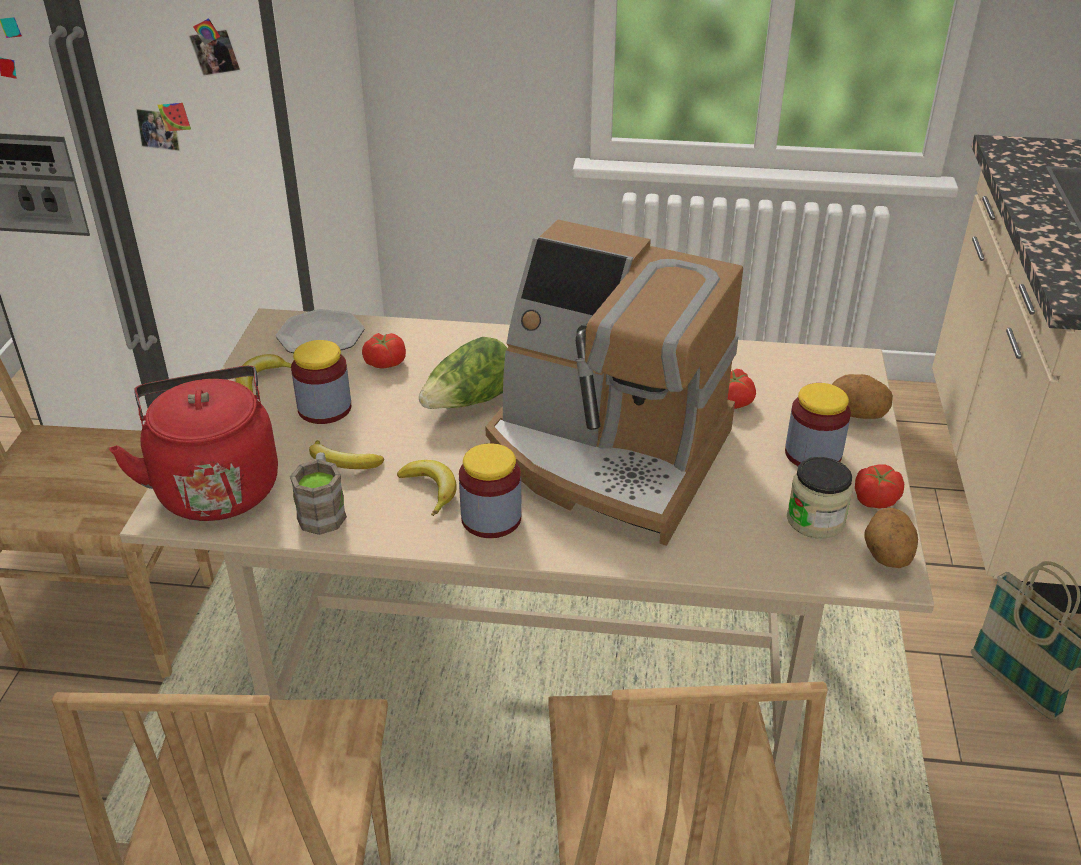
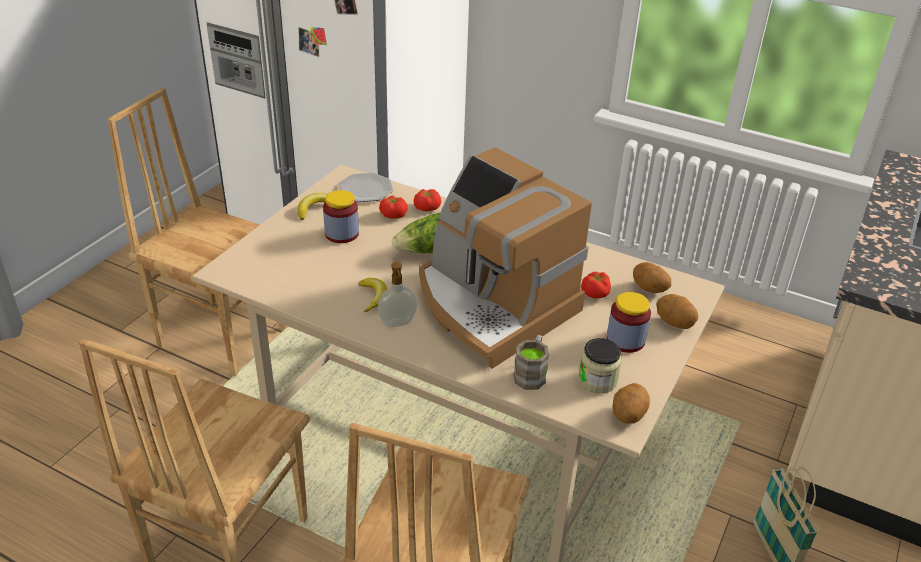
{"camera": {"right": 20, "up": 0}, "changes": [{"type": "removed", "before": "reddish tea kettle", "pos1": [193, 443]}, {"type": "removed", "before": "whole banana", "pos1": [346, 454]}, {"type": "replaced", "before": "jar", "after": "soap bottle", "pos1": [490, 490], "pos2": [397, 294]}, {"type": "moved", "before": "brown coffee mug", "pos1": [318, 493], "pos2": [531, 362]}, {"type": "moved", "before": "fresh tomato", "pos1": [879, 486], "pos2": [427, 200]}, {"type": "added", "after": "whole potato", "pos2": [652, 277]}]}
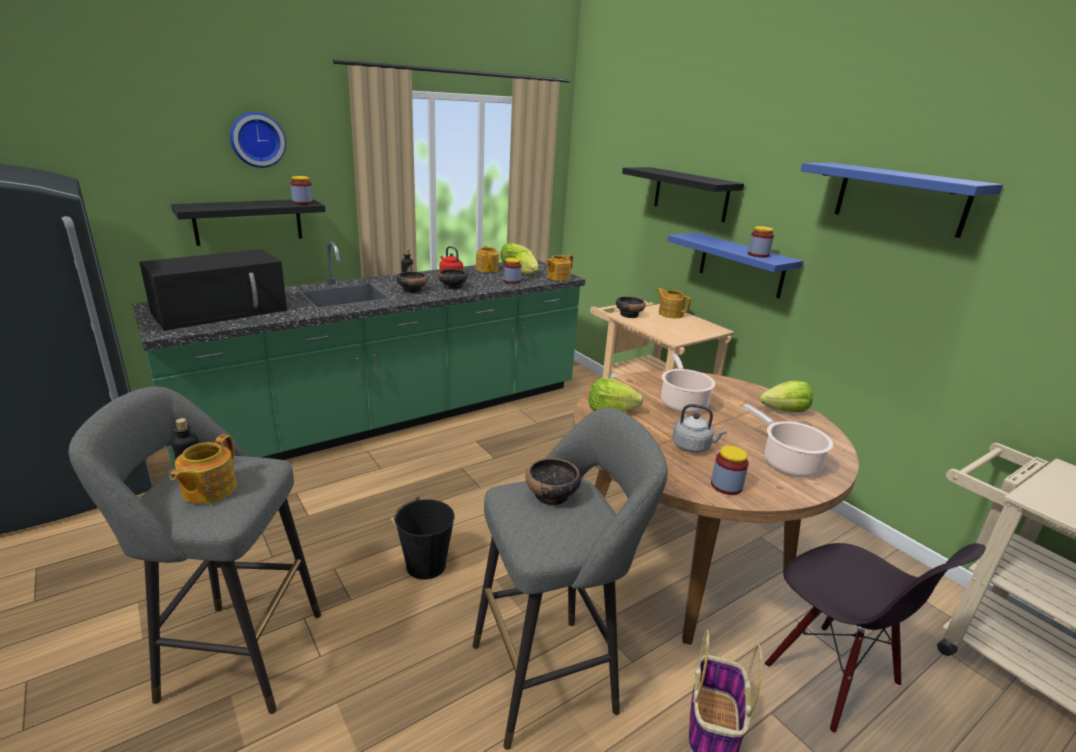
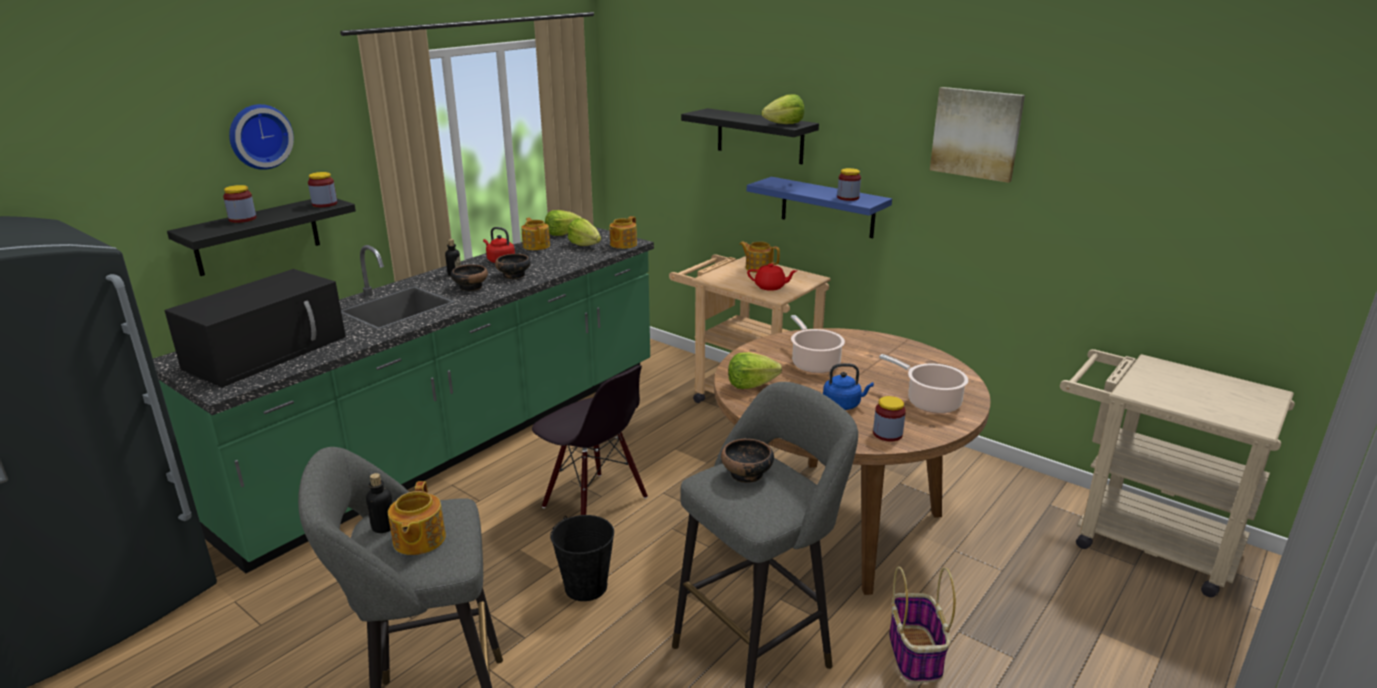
{"camera": {"right": -15, "up": 0}, "changes": [{"type": "replaced", "before": "bluish shelf", "after": "wall picture", "pos1": [902, 200], "pos2": [977, 135]}, {"type": "moved", "before": "jar", "pos1": [512, 271], "pos2": [239, 204]}, {"type": "removed", "before": "serving bowl", "pos1": [631, 307]}, {"type": "moved", "before": "lettuce", "pos1": [786, 396], "pos2": [783, 109]}, {"type": "recoloured", "before": "gray tea kettle", "after": "bluish tea kettle", "pos1": [699, 428], "pos2": [848, 386]}, {"type": "moved", "before": "black upright chair", "pos1": [875, 638], "pos2": [590, 440]}, {"type": "added", "after": "reddish teapot", "pos2": [772, 277]}]}
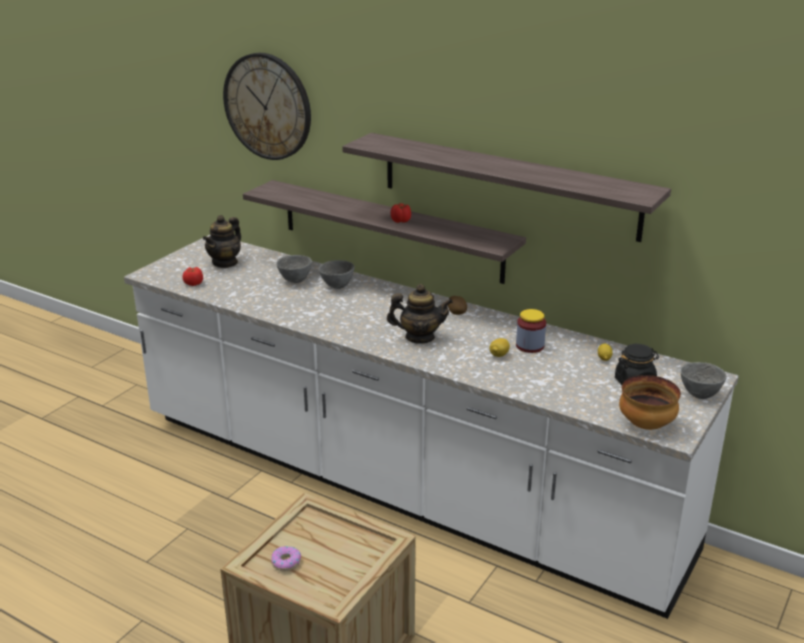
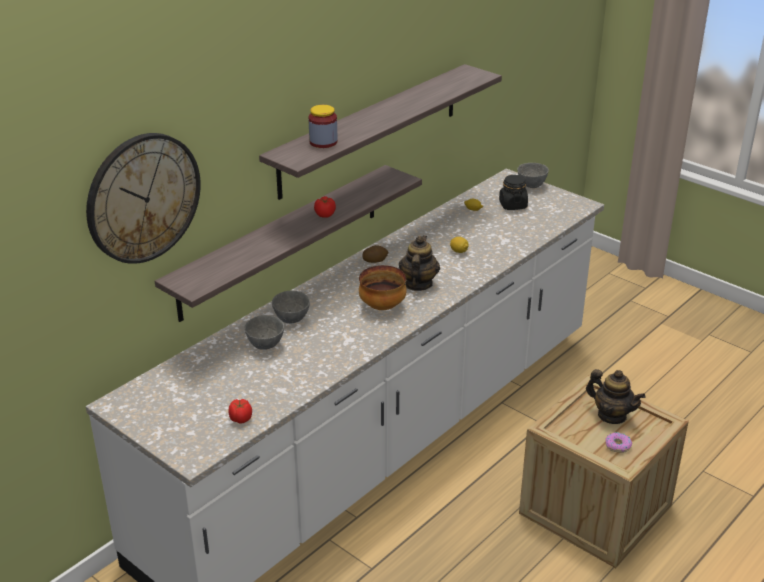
{"camera": {"right": -80, "up": 5}, "changes": [{"type": "moved", "before": "teapot", "pos1": [222, 241], "pos2": [616, 396]}, {"type": "moved", "before": "jar", "pos1": [531, 331], "pos2": [323, 126]}, {"type": "moved", "before": "serving bowl", "pos1": [650, 402], "pos2": [383, 287]}]}
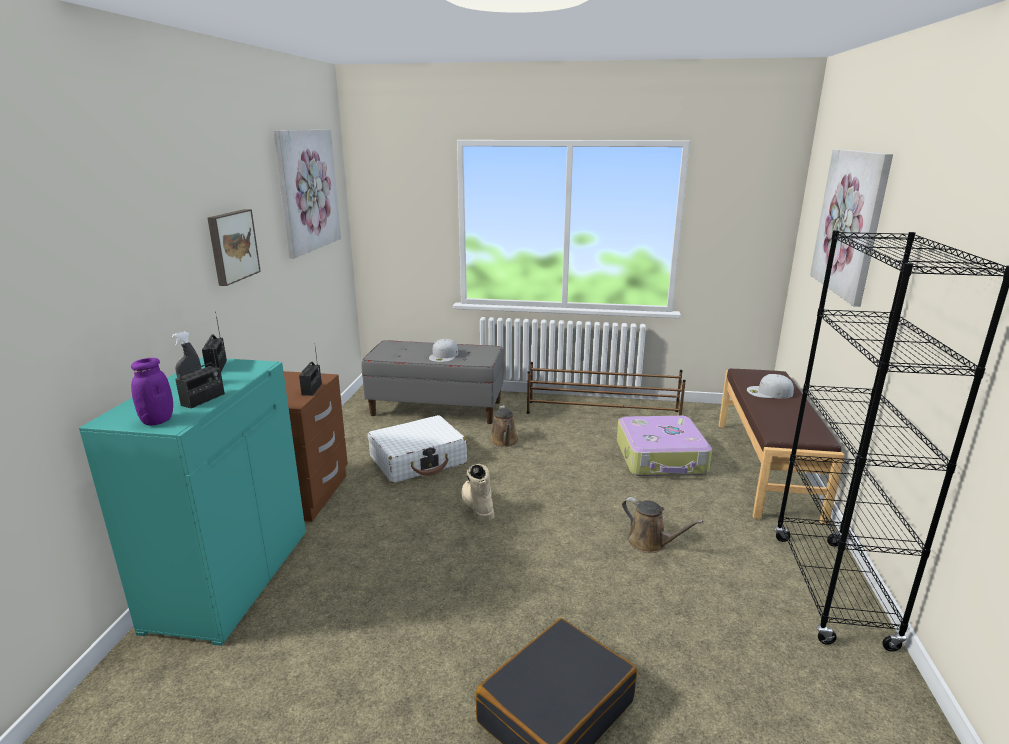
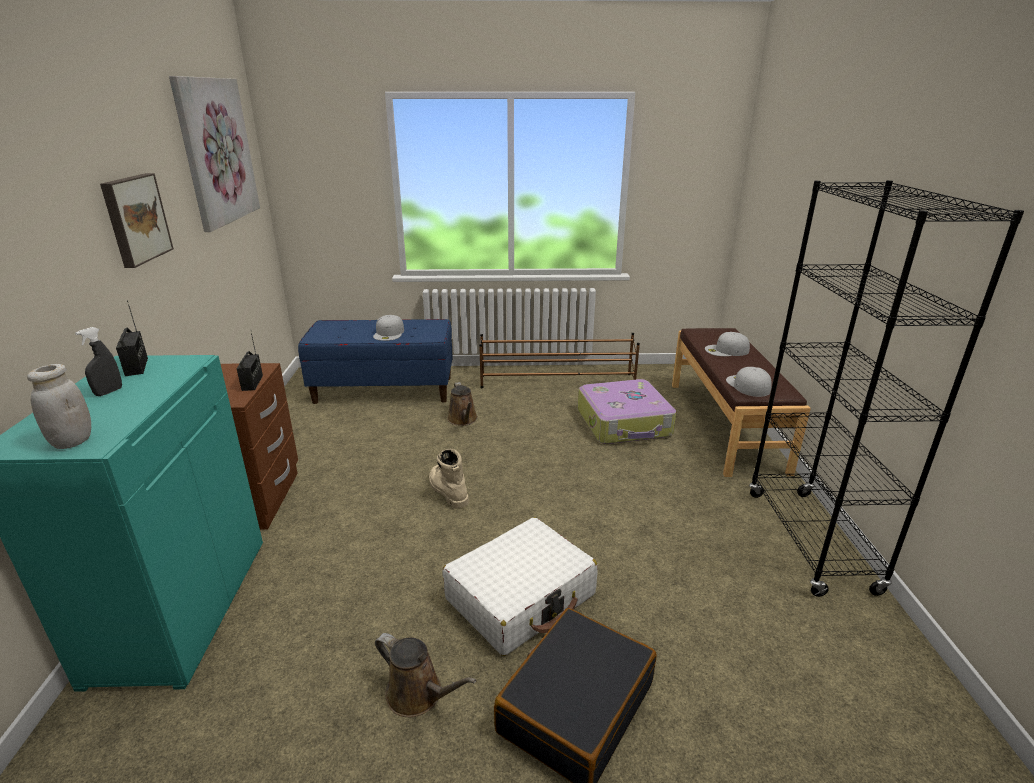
{"camera": {"right": -10, "up": 5}, "changes": [{"type": "removed", "before": "wall picture", "pos1": [851, 228]}, {"type": "removed", "before": "radio set", "pos1": [200, 373]}, {"type": "recoloured", "before": "gray indoor bench", "after": "bluish indoor bench", "pos1": [432, 382], "pos2": [375, 361]}, {"type": "recoloured", "before": "purple jar", "after": "white jar", "pos1": [152, 392], "pos2": [59, 406]}, {"type": "moved", "before": "white travel case", "pos1": [417, 449], "pos2": [520, 586]}, {"type": "moved", "before": "brown sprinkling can", "pos1": [662, 525], "pos2": [426, 675]}, {"type": "added", "after": "white peaked cap", "pos2": [749, 382]}]}
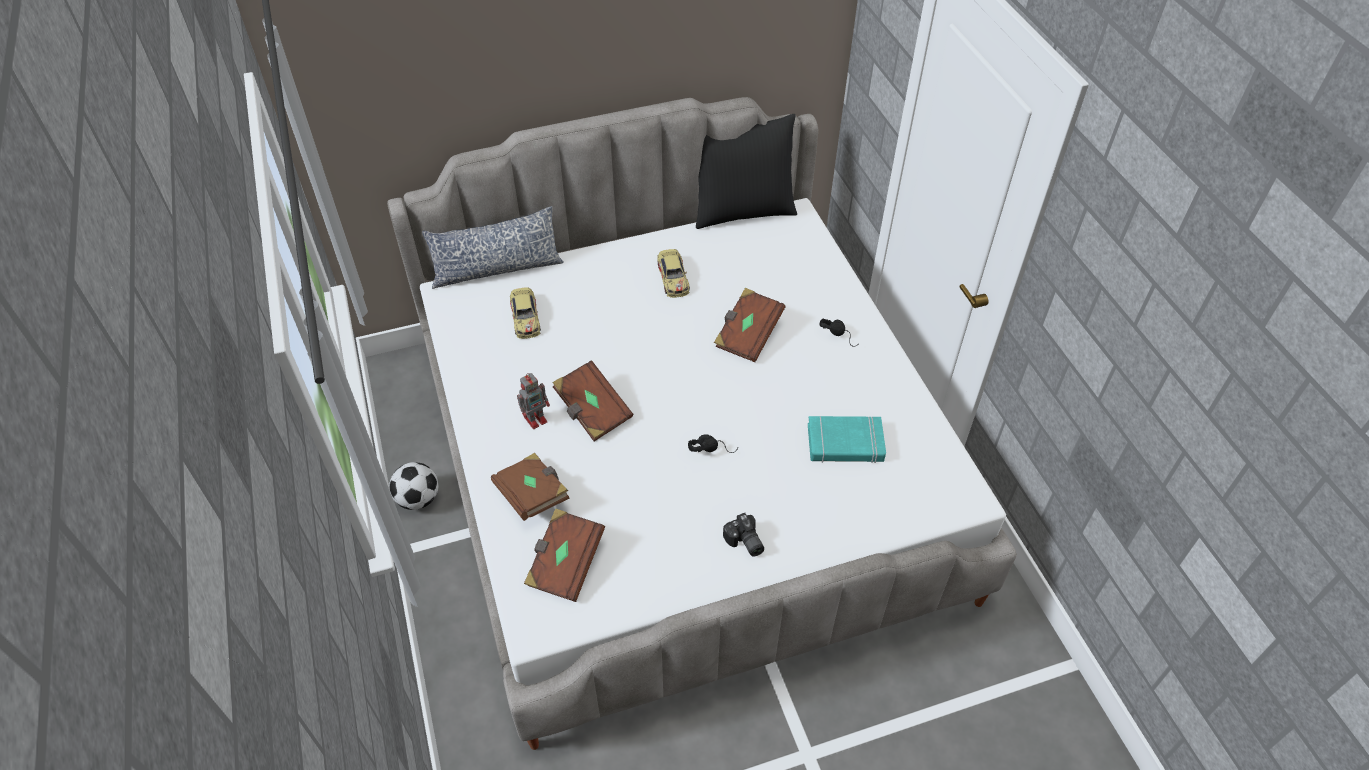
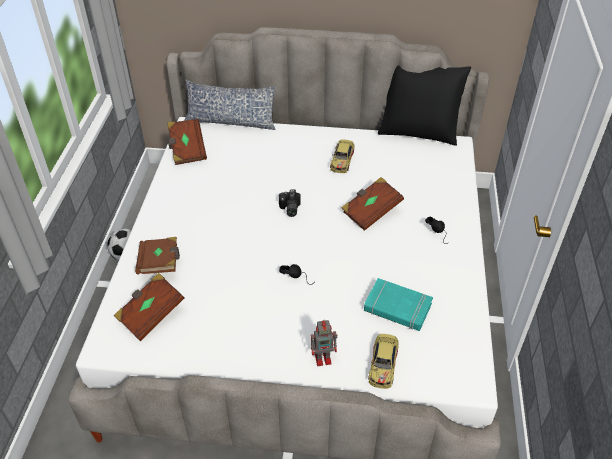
{"camera": {"right": 25, "up": -5}, "changes": [{"type": "moved", "before": "toy car", "pos1": [525, 313], "pos2": [383, 361]}, {"type": "moved", "before": "brown bound book", "pos1": [592, 400], "pos2": [187, 142]}, {"type": "moved", "before": "toy robot", "pos1": [533, 401], "pos2": [324, 343]}, {"type": "moved", "before": "still camera", "pos1": [743, 535], "pos2": [290, 203]}]}
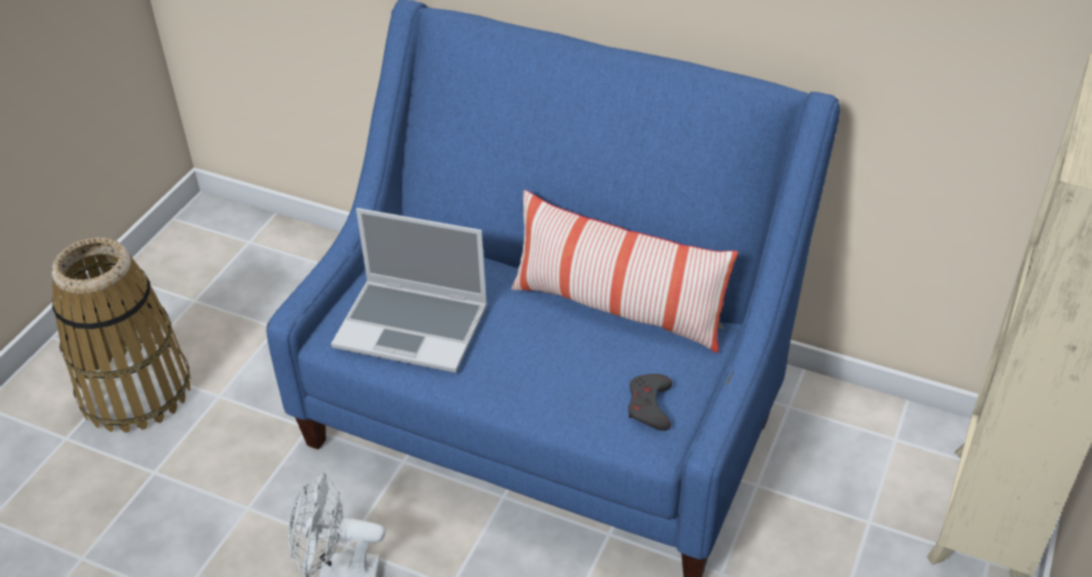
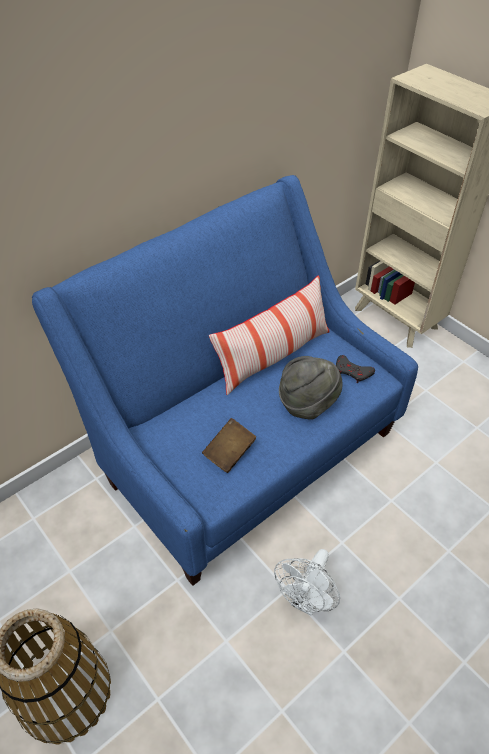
{"camera": {"right": -65, "up": 5}, "changes": [{"type": "replaced", "before": "portable computer", "after": "brown bound book", "pos1": [409, 290], "pos2": [229, 445]}, {"type": "added", "after": "gray hat", "pos2": [311, 388]}]}
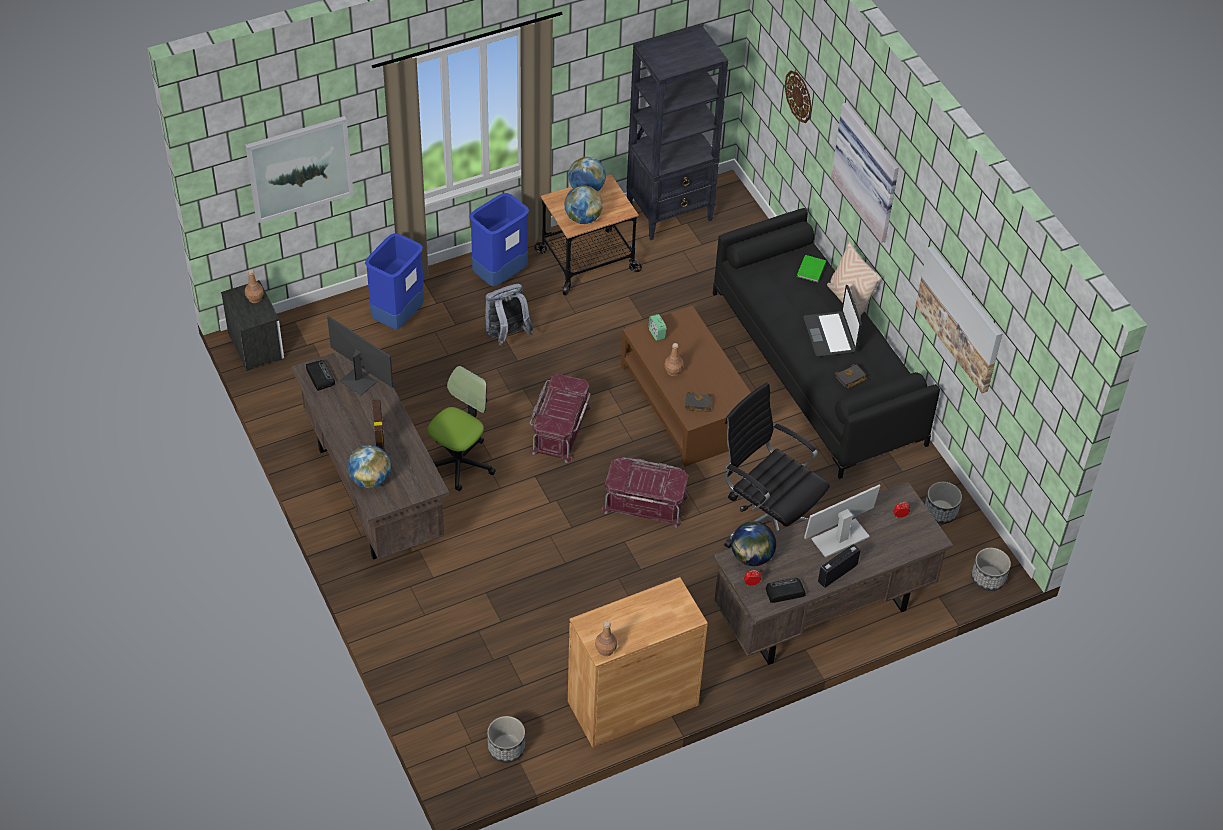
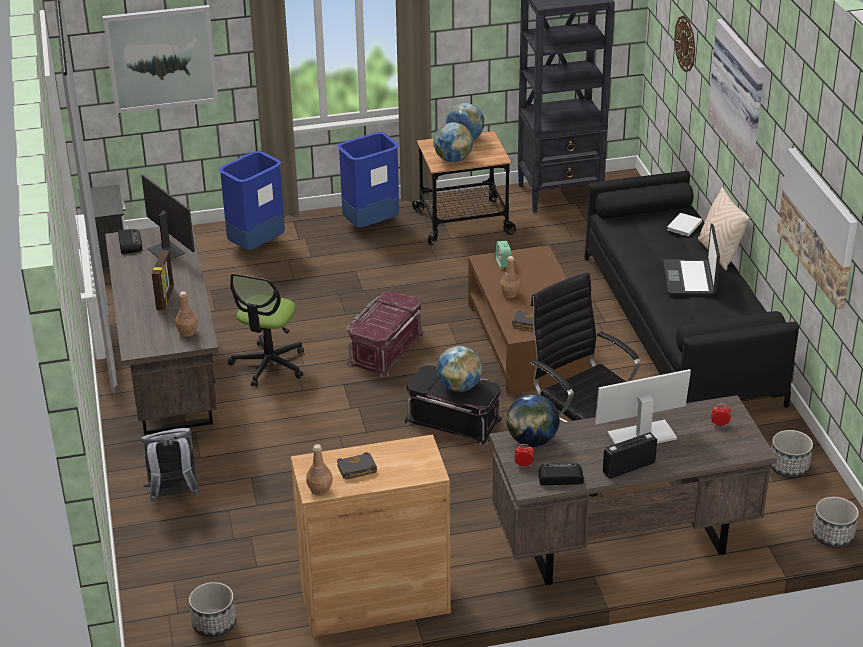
{"camera": {"right": 15, "up": -15}, "changes": [{"type": "recoloured", "before": "green-coloured bound book", "after": "white bound book", "pos1": [811, 269], "pos2": [684, 225]}, {"type": "moved", "before": "brown bottle", "pos1": [254, 286], "pos2": [186, 314]}, {"type": "moved", "before": "gray rucksack", "pos1": [509, 315], "pos2": [171, 465]}, {"type": "moved", "before": "black bound book", "pos1": [851, 376], "pos2": [357, 466]}, {"type": "turned", "before": "computer chair", "pos1": [461, 428], "pos2": [266, 330], "turn": 150}, {"type": "moved", "before": "desk globe", "pos1": [369, 466], "pos2": [459, 369]}, {"type": "recoloured", "before": "reddish storage bin", "after": "black storage bin", "pos1": [645, 492], "pos2": [454, 405]}]}
